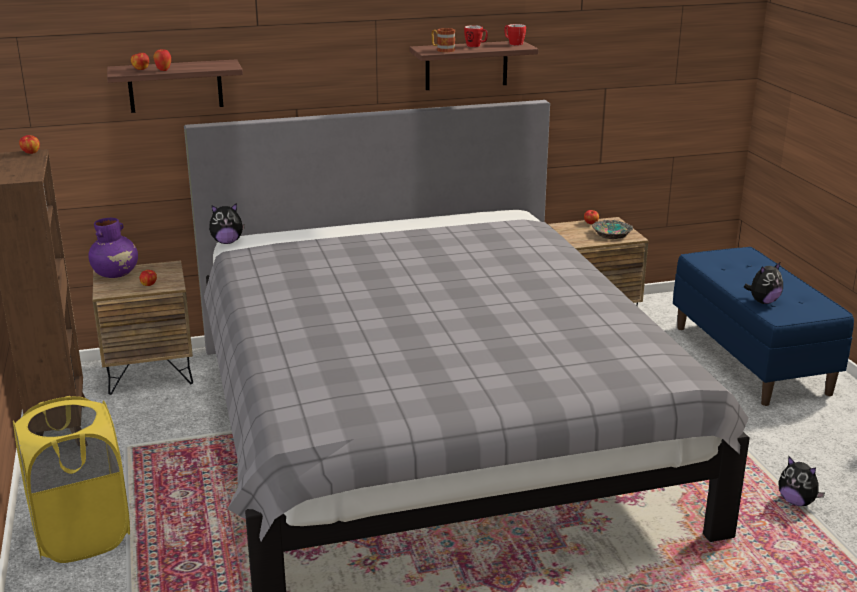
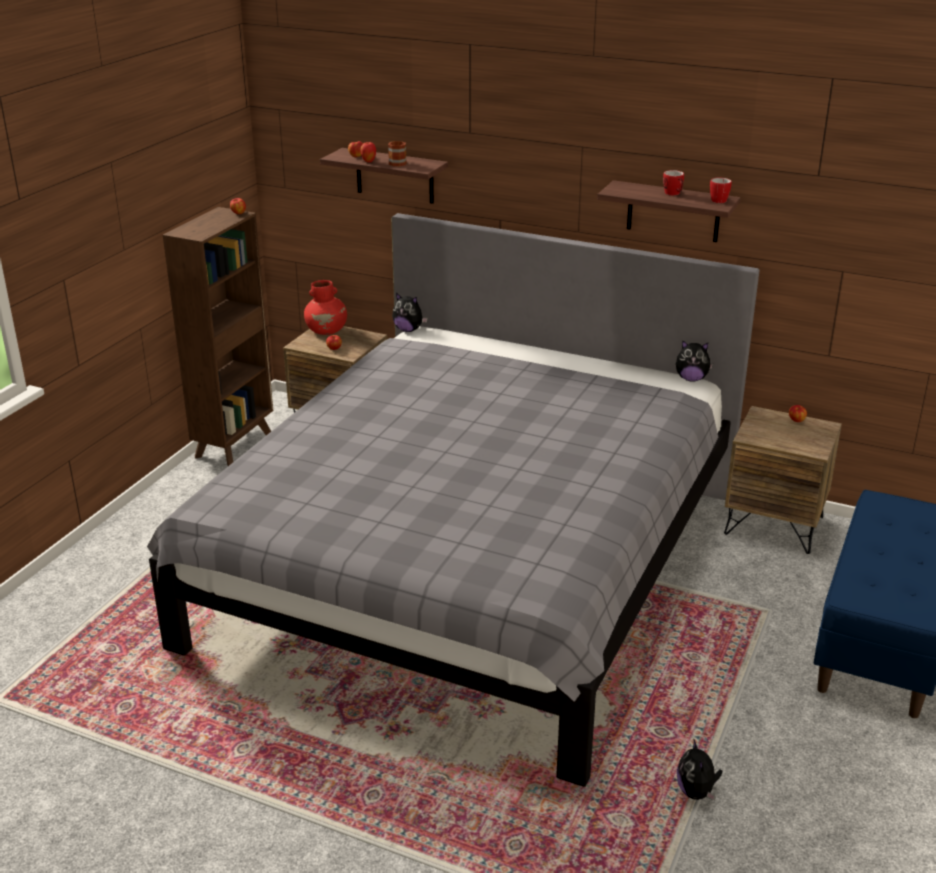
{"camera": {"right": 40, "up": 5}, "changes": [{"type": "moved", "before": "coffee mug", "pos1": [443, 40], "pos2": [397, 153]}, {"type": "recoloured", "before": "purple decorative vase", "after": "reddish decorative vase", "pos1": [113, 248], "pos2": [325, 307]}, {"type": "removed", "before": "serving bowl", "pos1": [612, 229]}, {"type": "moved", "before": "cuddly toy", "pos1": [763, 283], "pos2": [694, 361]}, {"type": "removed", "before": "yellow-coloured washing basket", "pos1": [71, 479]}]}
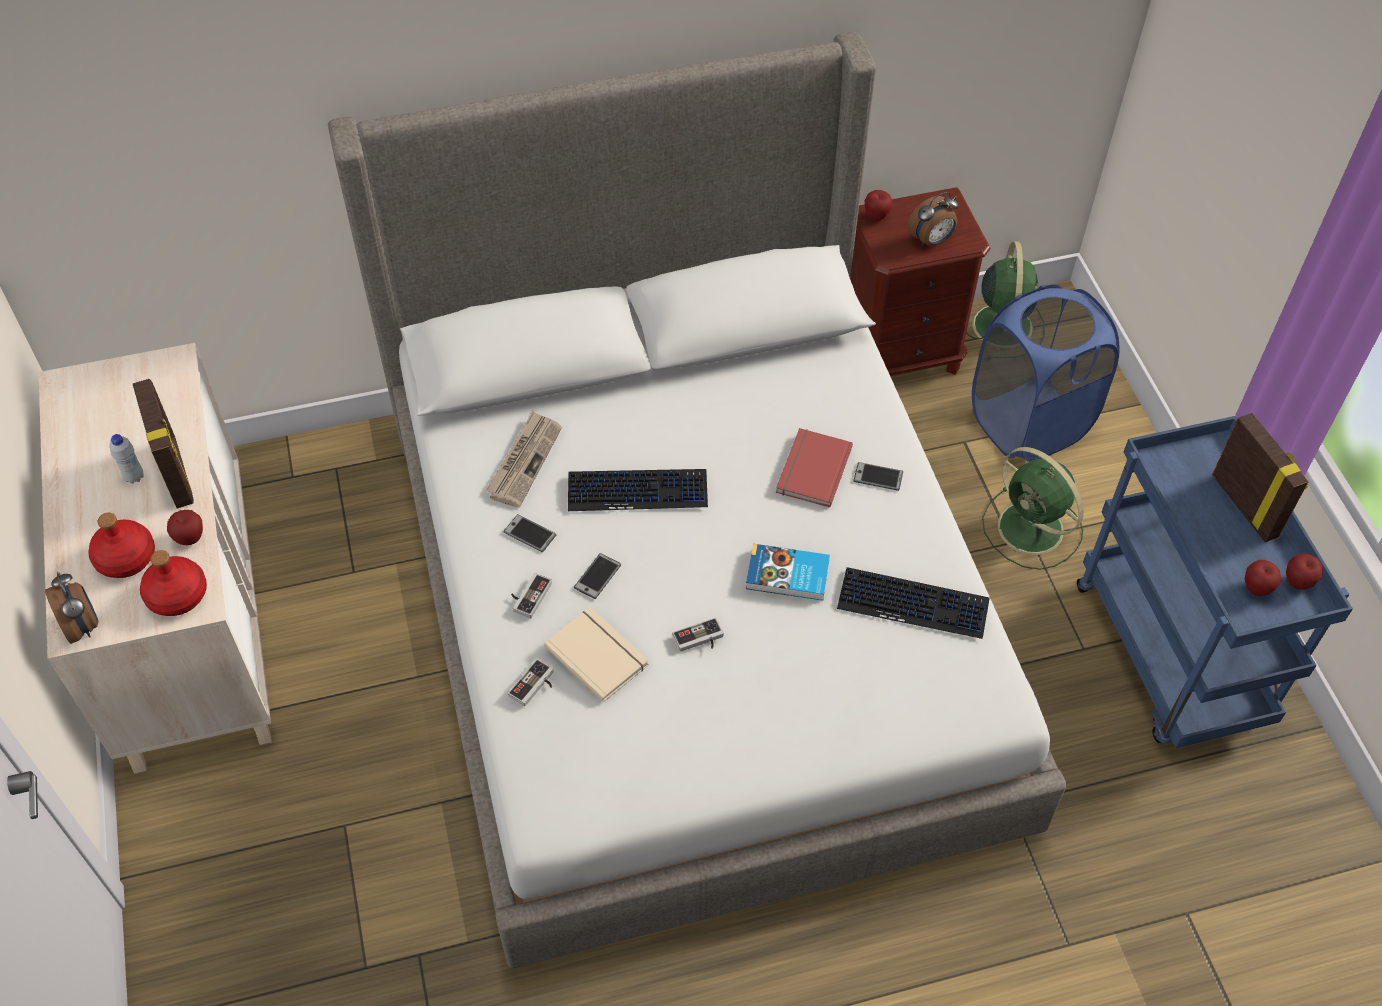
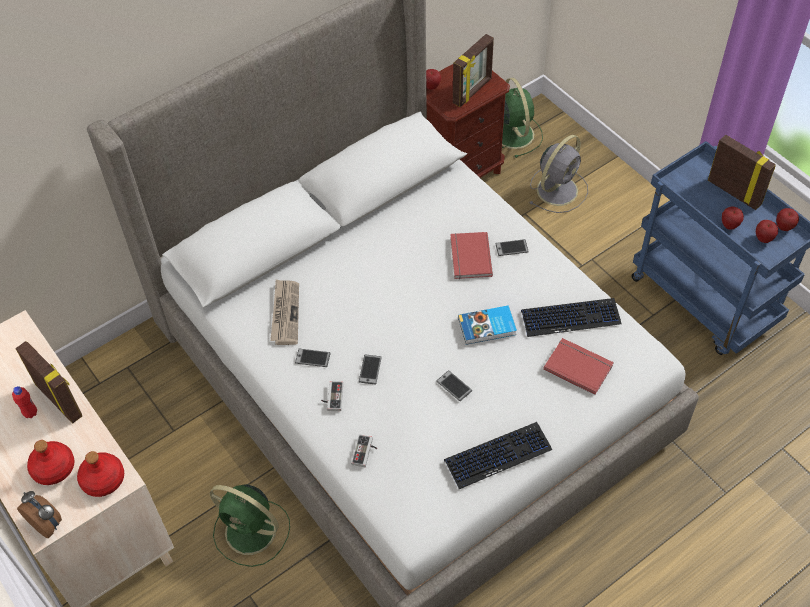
{"camera": {"right": -20, "up": 0}, "changes": [{"type": "replaced", "before": "alarm clock", "after": "photo frame", "pos1": [933, 219], "pos2": [473, 70]}, {"type": "replaced", "before": "bluish washing basket", "after": "gray fan", "pos1": [1045, 373], "pos2": [558, 174]}, {"type": "recoloured", "before": "white bottle", "after": "reddish bottle", "pos1": [126, 459], "pos2": [24, 402]}, {"type": "moved", "before": "green-coloured fan", "pos1": [1033, 508], "pos2": [250, 525]}, {"type": "moved", "before": "PC keyboard", "pos1": [638, 490], "pos2": [498, 455]}, {"type": "moved", "before": "whole apple", "pos1": [185, 527], "pos2": [733, 218]}, {"type": "removed", "before": "beige bound book", "pos1": [596, 654]}, {"type": "replaced", "before": "game controller", "after": "handset", "pos1": [698, 634], "pos2": [454, 385]}, {"type": "added", "after": "reddish bound book", "pos2": [578, 366]}]}
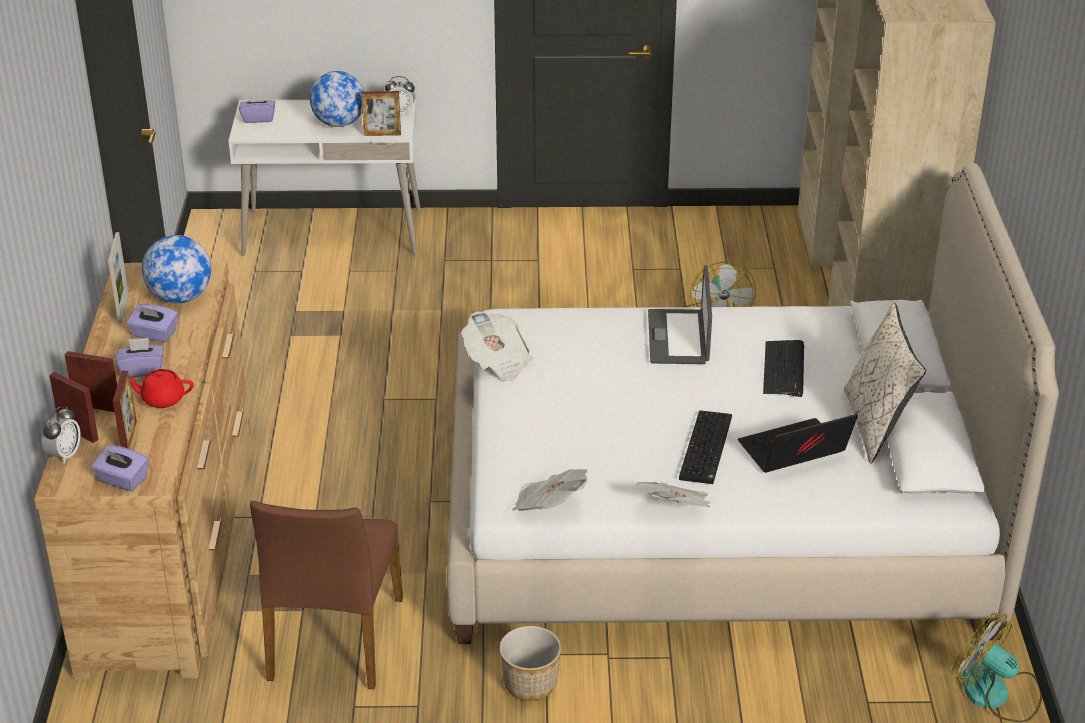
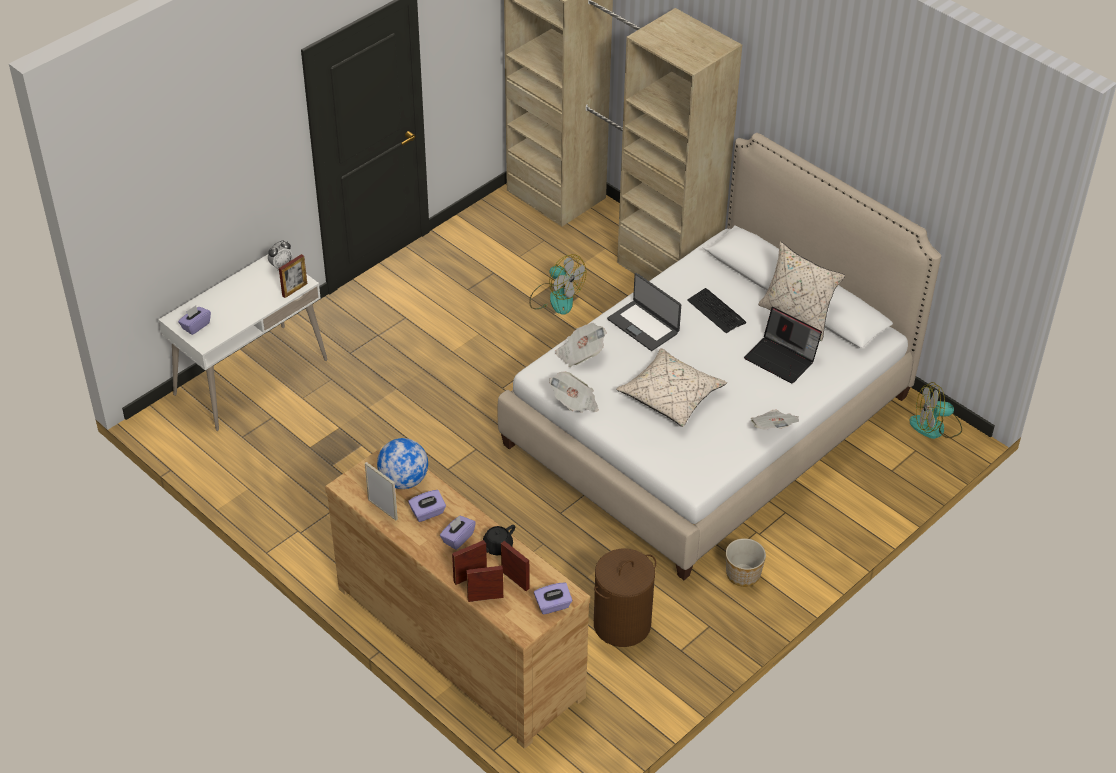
{"camera": {"right": -45, "up": 10}, "changes": [{"type": "removed", "before": "desk globe", "pos1": [337, 99]}, {"type": "recoloured", "before": "reddish teapot", "after": "black teapot", "pos1": [162, 388], "pos2": [499, 540]}, {"type": "removed", "before": "alarm clock", "pos1": [61, 435]}, {"type": "removed", "before": "PC keyboard", "pos1": [705, 447]}, {"type": "turned", "before": "portable computer", "pos1": [798, 443], "pos2": [783, 345], "turn": -75}, {"type": "moved", "before": "printed paper", "pos1": [550, 490], "pos2": [581, 345]}, {"type": "replaced", "before": "brown upright chair", "after": "brown washing basket", "pos1": [326, 595], "pos2": [625, 598]}, {"type": "added", "after": "beige pillow", "pos2": [671, 387]}]}
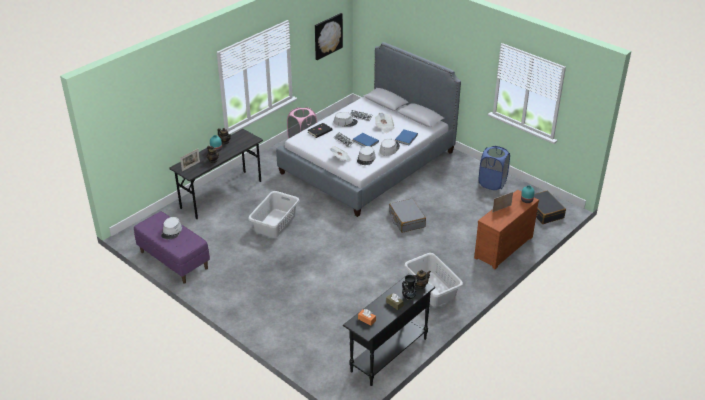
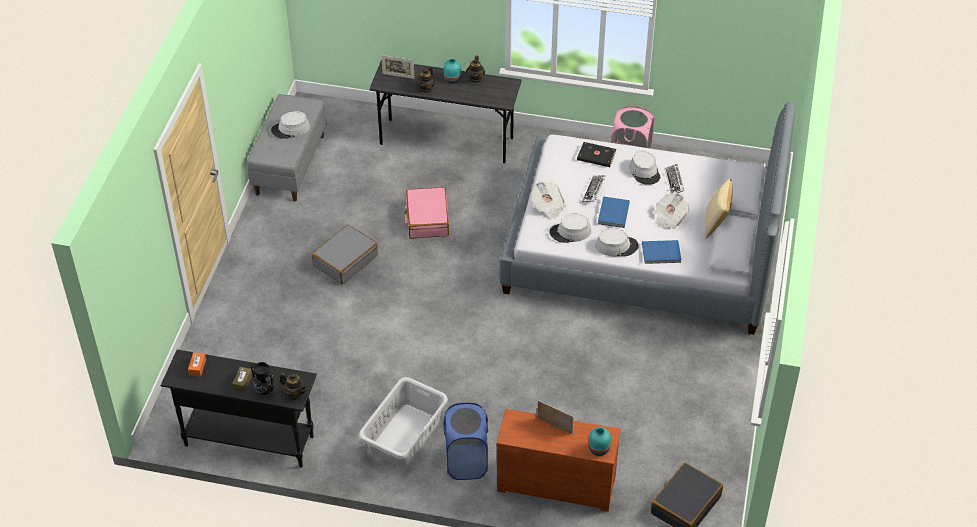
{"camera": {"right": 60, "up": 10}, "changes": [{"type": "removed", "before": "wall picture", "pos1": [329, 36]}, {"type": "moved", "before": "bluish washing basket", "pos1": [494, 168], "pos2": [465, 441]}, {"type": "replaced", "before": "gray washing basket", "after": "pink travel case", "pos1": [274, 214], "pos2": [426, 213]}, {"type": "moved", "before": "gray travel case", "pos1": [407, 216], "pos2": [345, 255]}, {"type": "recoloured", "before": "purple indoor bench", "after": "gray indoor bench", "pos1": [172, 247], "pos2": [287, 147]}, {"type": "added", "after": "pillow", "pos2": [719, 209]}]}
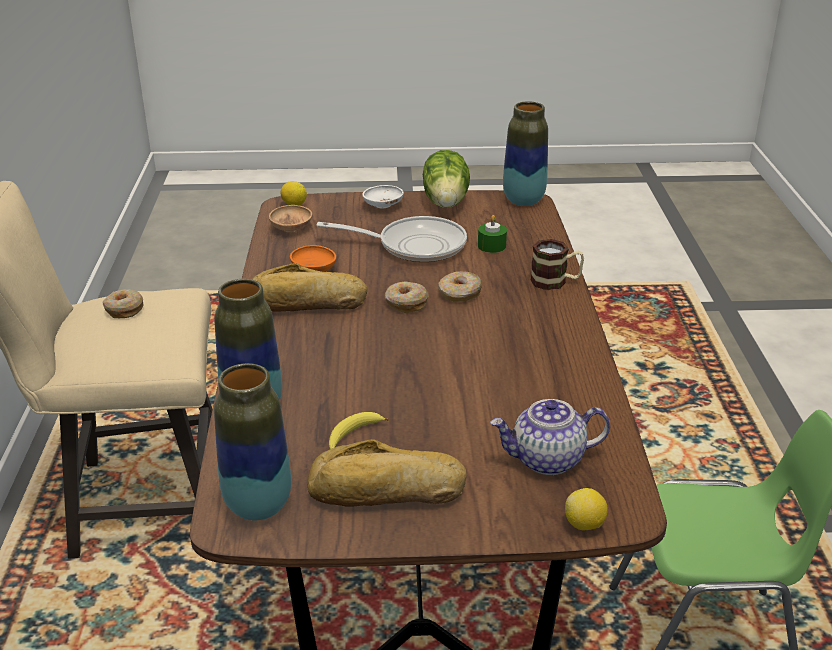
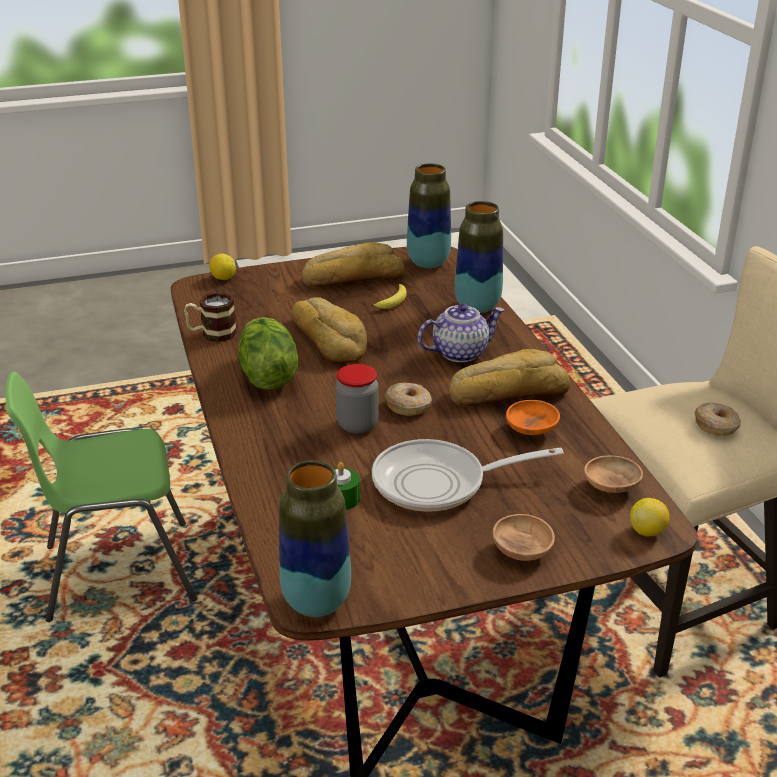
{"camera": {"right": 165, "up": 0}, "changes": [{"type": "moved", "before": "lettuce", "pos1": [446, 179], "pos2": [268, 353]}, {"type": "recoloured", "before": "white serving bowl", "after": "brown serving bowl", "pos1": [383, 197], "pos2": [524, 537]}, {"type": "moved", "before": "coffee mug", "pos1": [557, 264], "pos2": [210, 317]}, {"type": "replaced", "before": "doughnut", "after": "jar", "pos1": [460, 286], "pos2": [357, 399]}, {"type": "moved", "before": "teapot", "pos1": [550, 437], "pos2": [461, 332]}, {"type": "added", "after": "baked bread", "pos2": [329, 330]}]}
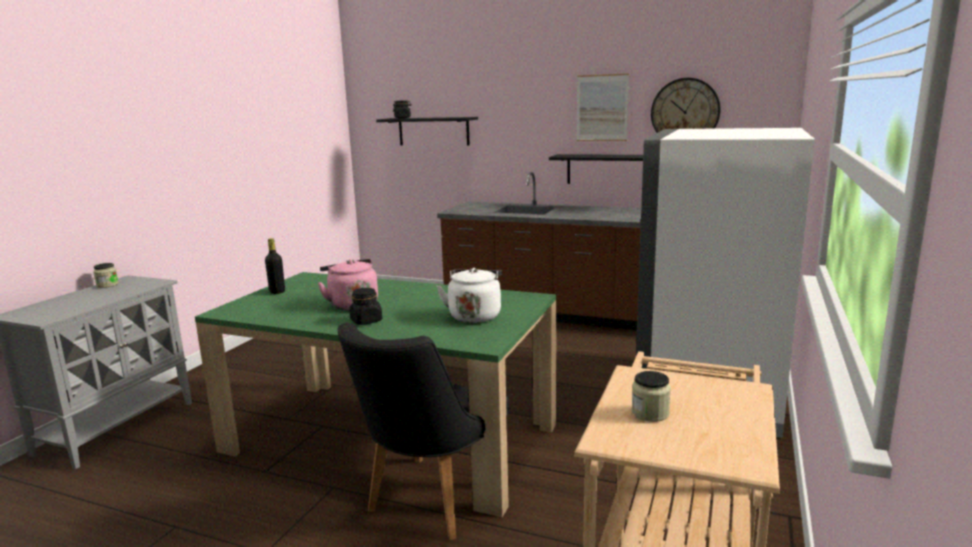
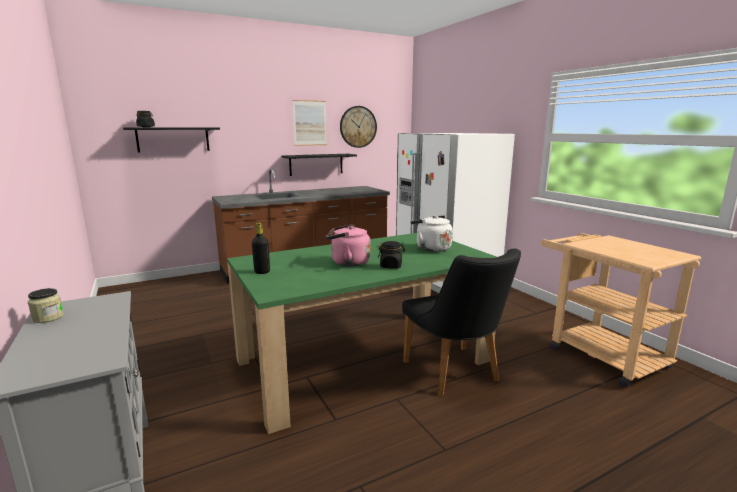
{"camera": {"right": -50, "up": 0}, "changes": [{"type": "removed", "before": "jar", "pos1": [651, 396]}]}
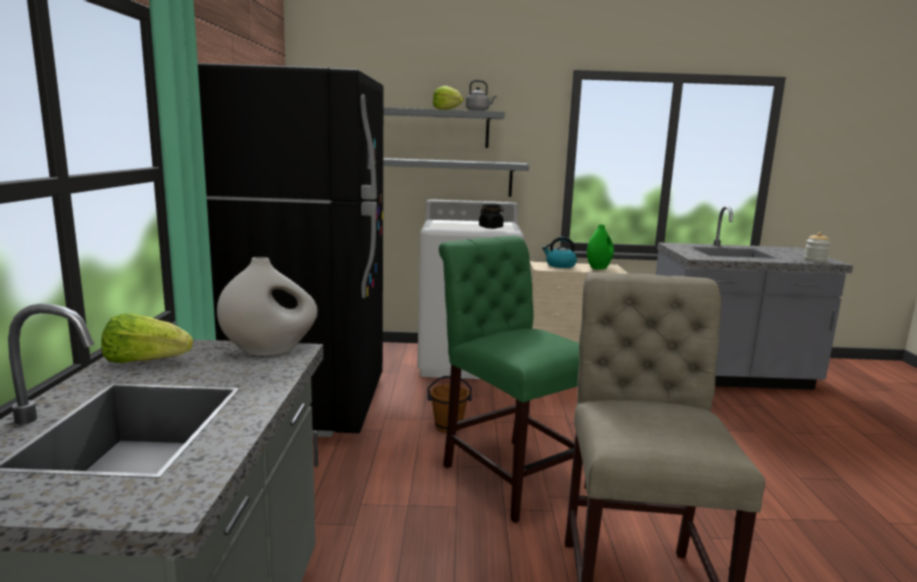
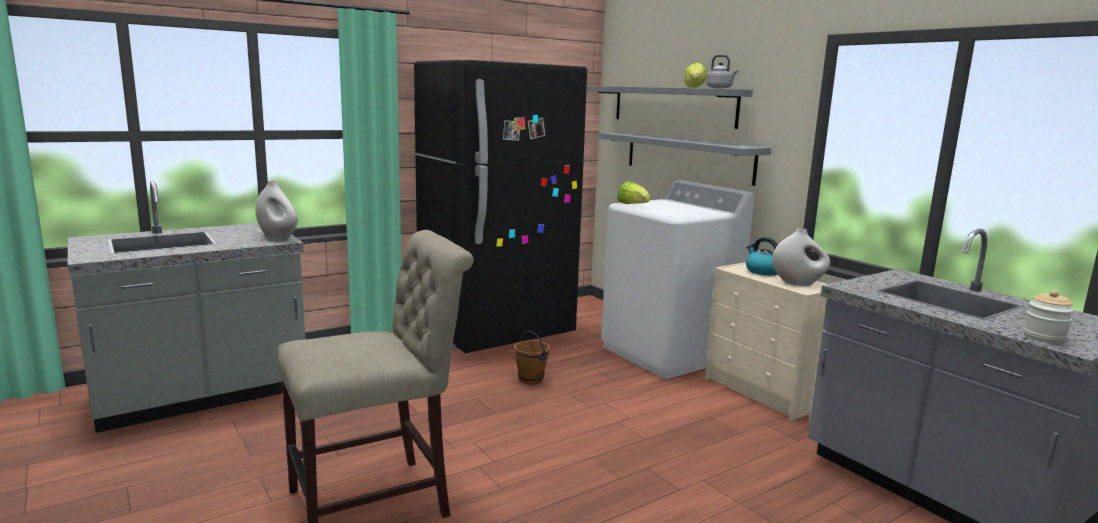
{"camera": {"right": 55, "up": 0}, "changes": [{"type": "removed", "before": "black jar", "pos1": [491, 216]}, {"type": "recoloured", "before": "green-coloured decorative vase", "after": "white decorative vase", "pos1": [600, 247], "pos2": [801, 257]}, {"type": "removed", "before": "green-coloured upright chair", "pos1": [512, 379]}, {"type": "moved", "before": "lettuce", "pos1": [147, 338], "pos2": [634, 192]}]}
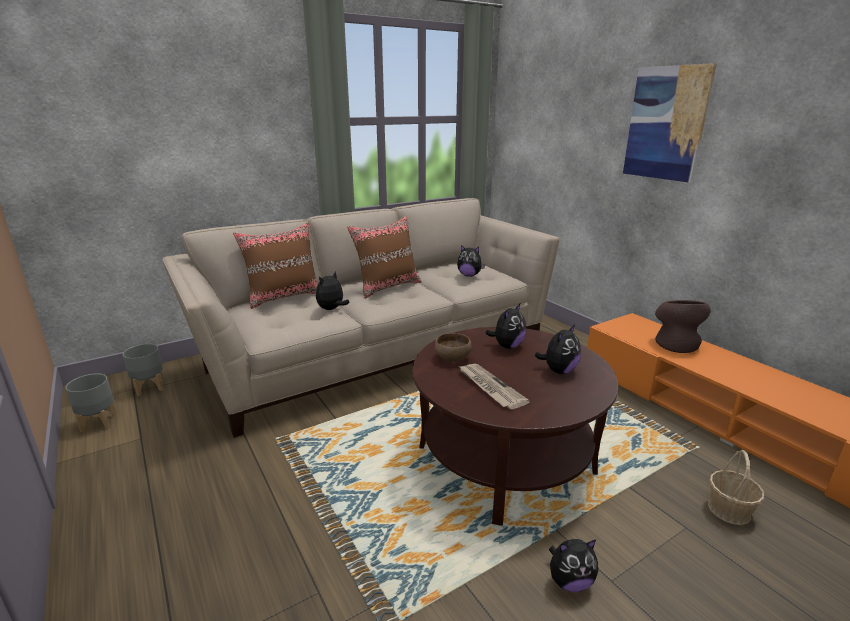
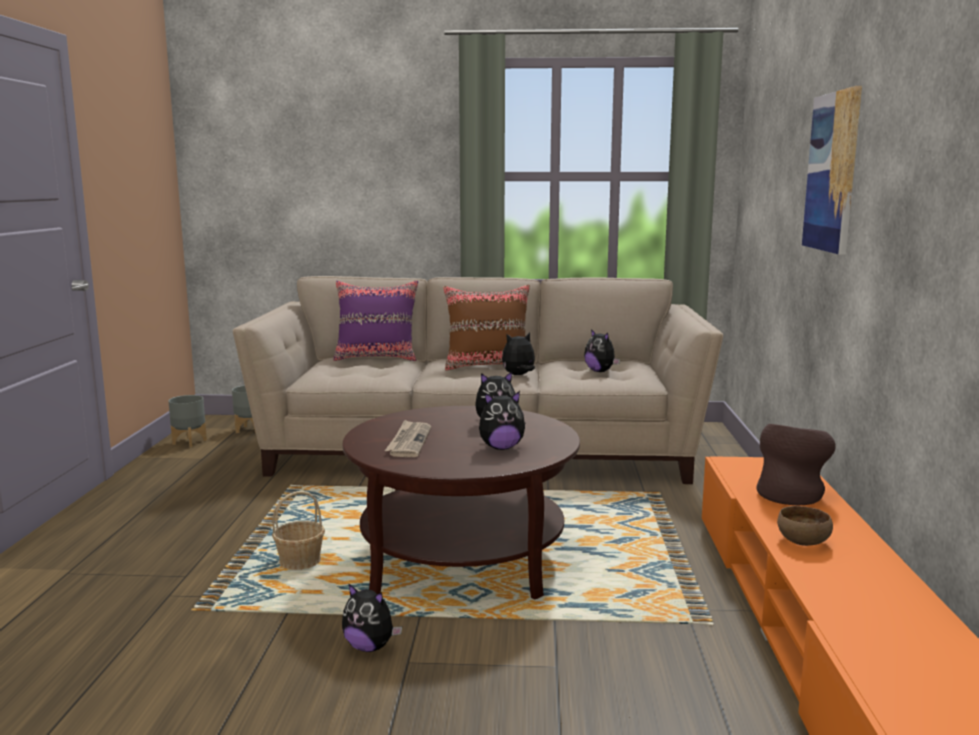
{"camera": {"right": 35, "up": -10}, "changes": [{"type": "recoloured", "before": "brown pillow", "after": "purple pillow", "pos1": [275, 266], "pos2": [375, 321]}, {"type": "moved", "before": "cuddly toy", "pos1": [333, 290], "pos2": [518, 353]}, {"type": "moved", "before": "brown serving bowl", "pos1": [453, 347], "pos2": [805, 526]}, {"type": "moved", "before": "household basket", "pos1": [736, 487], "pos2": [298, 530]}]}
